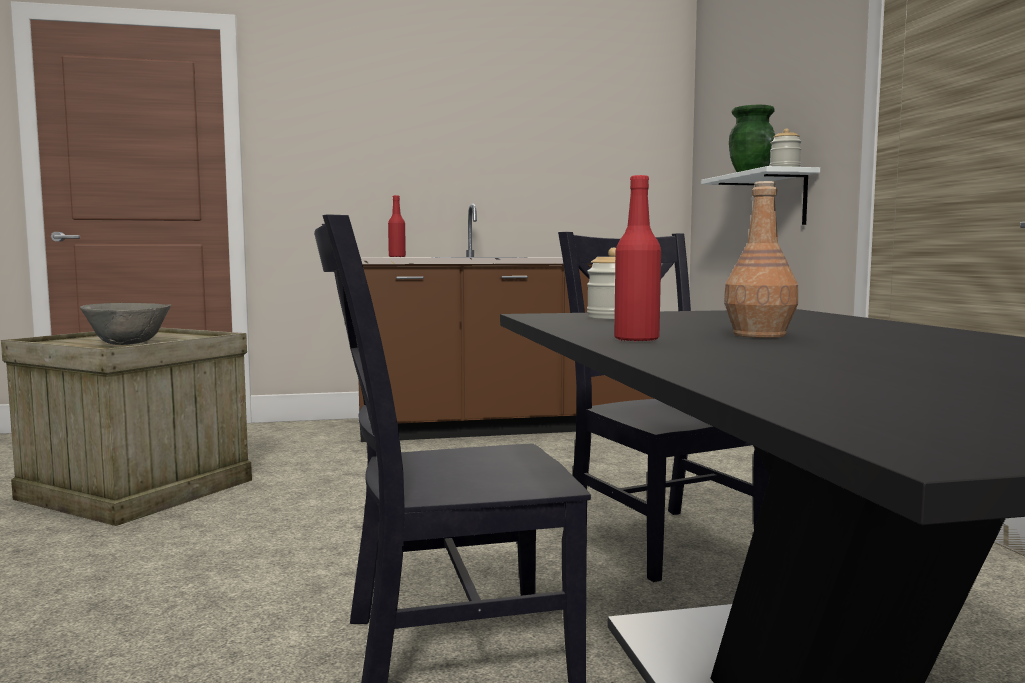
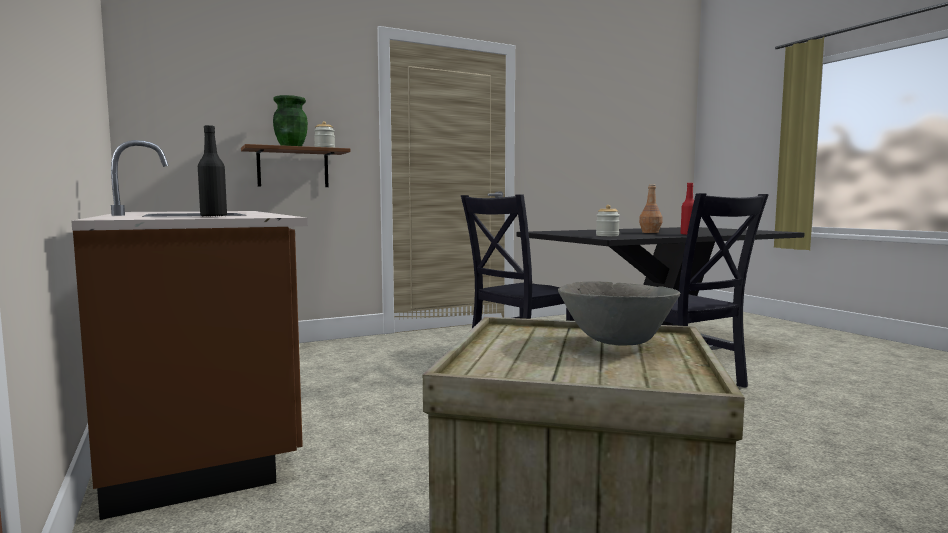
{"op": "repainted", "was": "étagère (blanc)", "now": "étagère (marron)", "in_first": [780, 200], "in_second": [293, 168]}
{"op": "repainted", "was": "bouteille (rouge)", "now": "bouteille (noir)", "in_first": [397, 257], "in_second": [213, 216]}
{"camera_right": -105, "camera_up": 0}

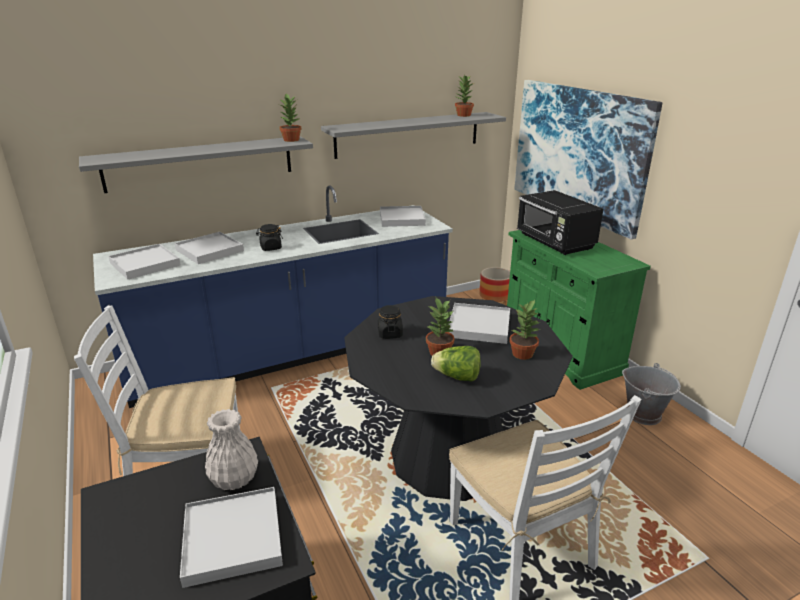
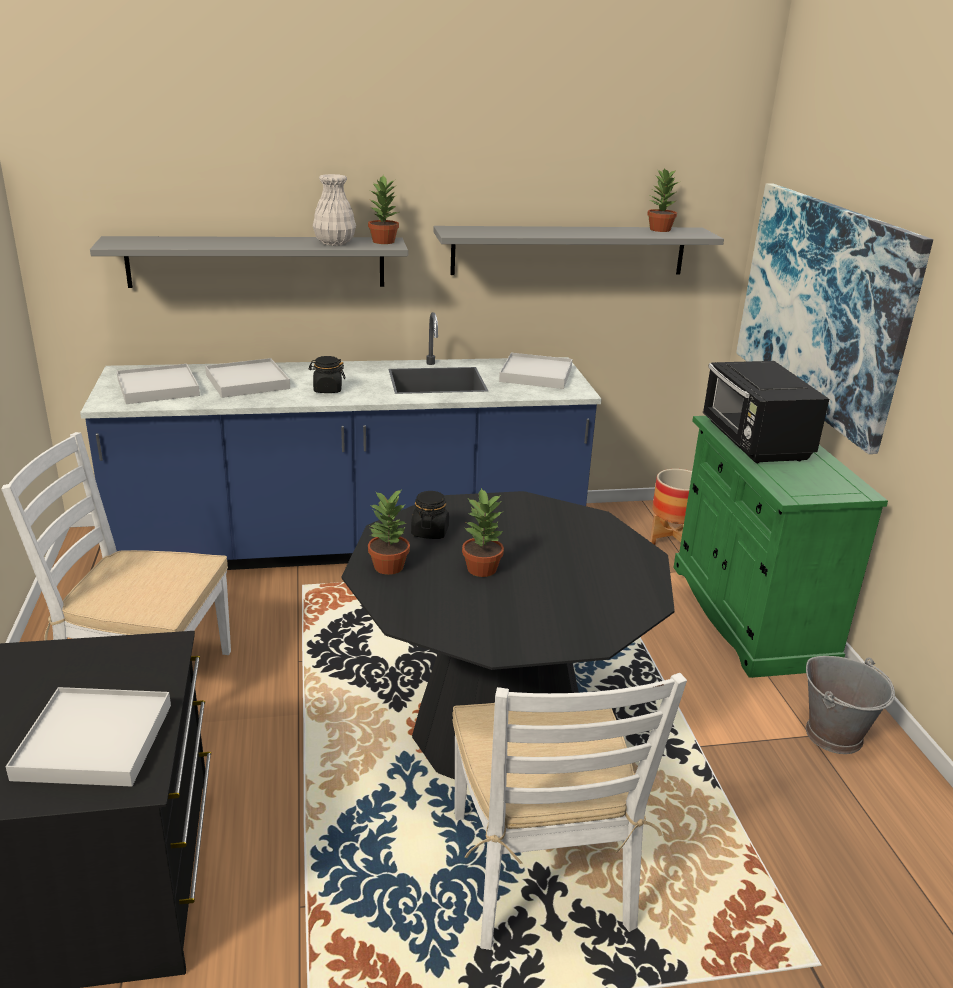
{"op": "shifted", "was": "plante en pot", "in_first": [523, 354], "in_second": [389, 567]}
{"op": "gone", "was": "plateau (blanc)", "in_first": [479, 326]}
{"op": "gone", "was": "laitue", "in_first": [457, 377]}
{"op": "shifted", "was": "vase (blanc)", "in_first": [234, 478], "in_second": [334, 243]}
{"camera_right": 15, "camera_up": 0}

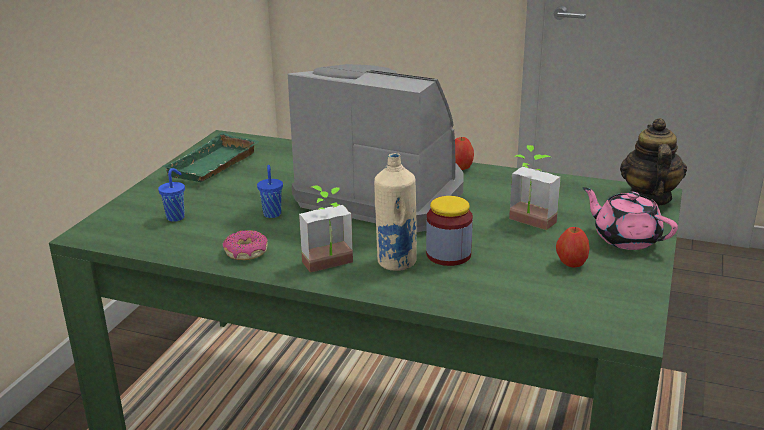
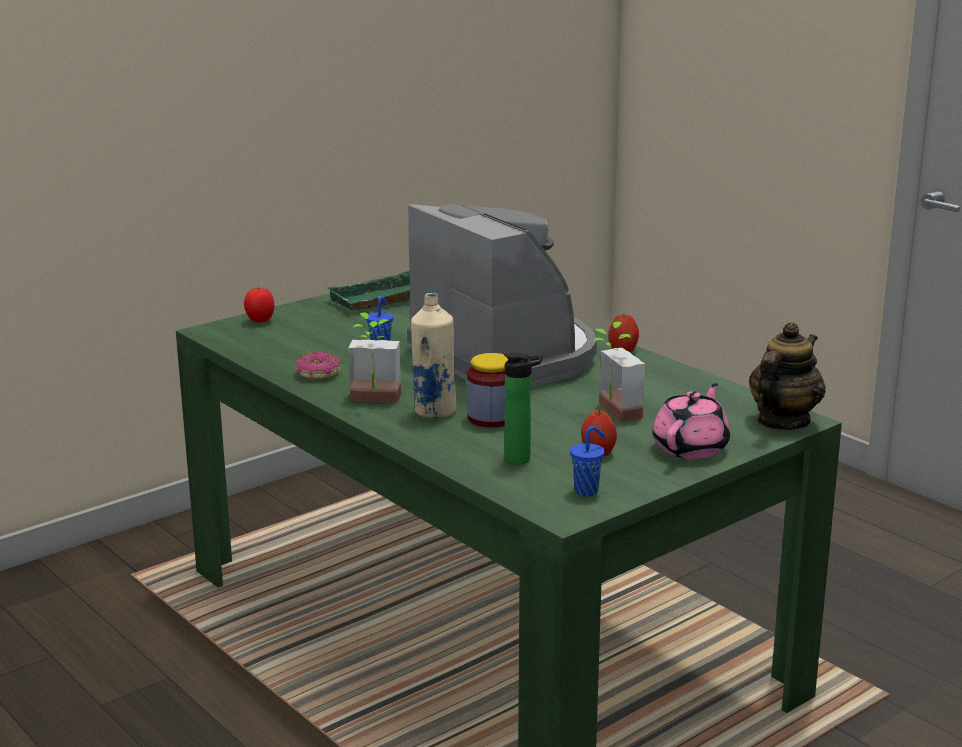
{"op": "shifted", "was": "tasse (bleu)", "in_first": [176, 217], "in_second": [587, 491]}
{"op": "rotated", "was": "théière (rose)", "in_first": [625, 238], "in_second": [691, 448], "clockwise": 45}
{"op": "new", "now": "tomate", "in_second": [260, 321]}
{"op": "new", "now": "bouteille", "in_second": [521, 459]}
{"camera_right": 30, "camera_up": -5}

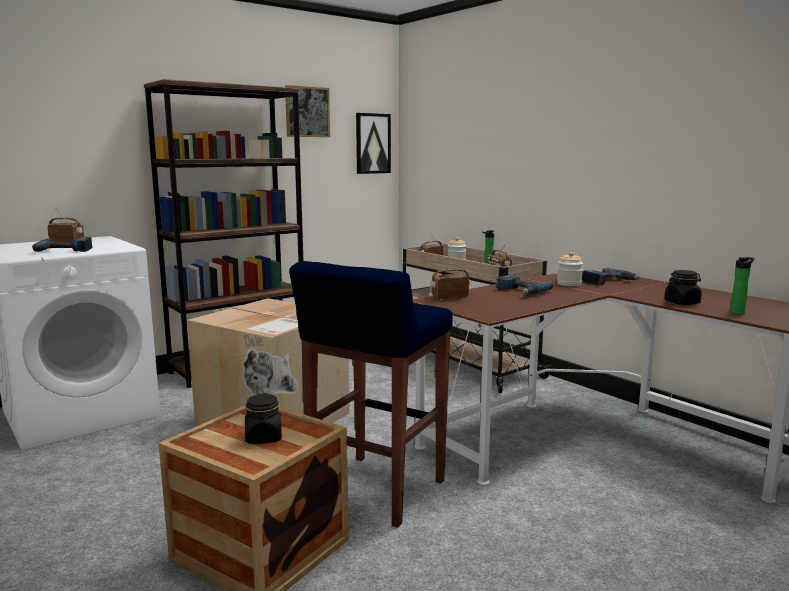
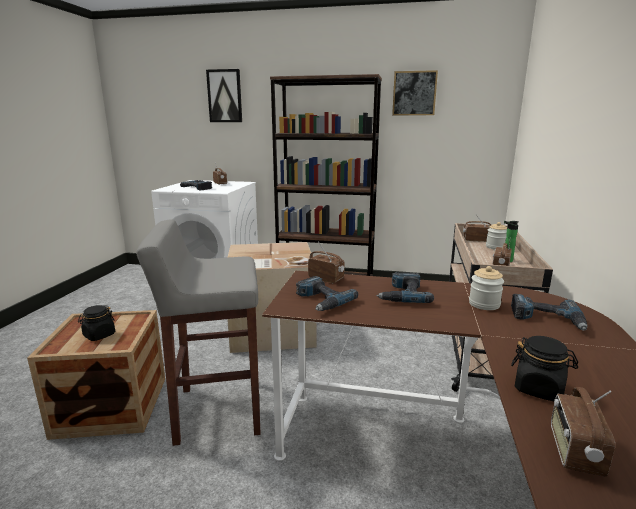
{"op": "shifted", "was": "tableau", "in_first": [372, 143], "in_second": [225, 96]}
{"op": "swapped", "was": "bouteille", "now": "radio", "in_first": [738, 313], "in_second": [574, 451]}
{"op": "repainted", "was": "tabouret (bleu)", "now": "tabouret (gris)", "in_first": [375, 490], "in_second": [217, 411]}
{"op": "new", "now": "perceuse", "in_second": [321, 300]}
{"camera_right": 50, "camera_up": 5}

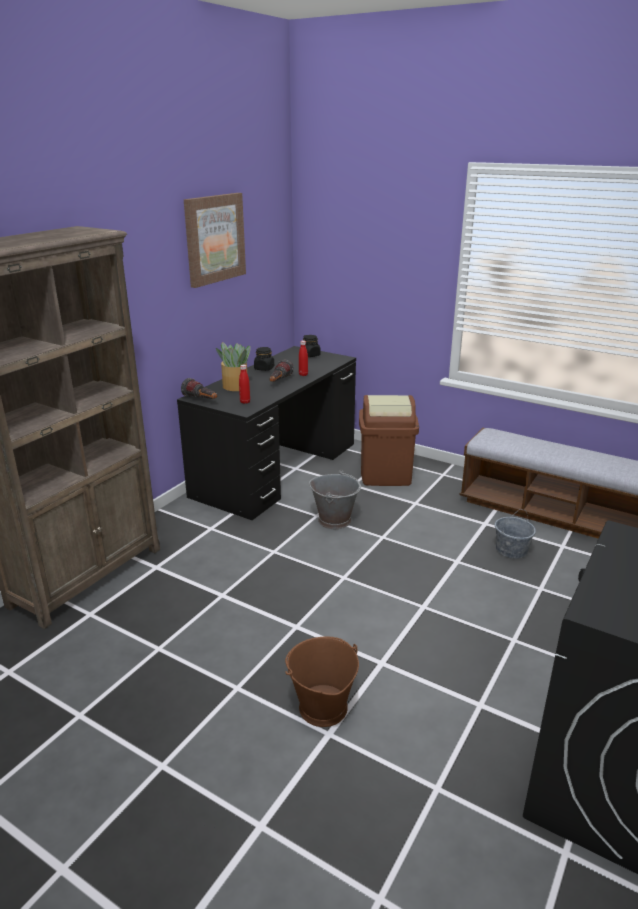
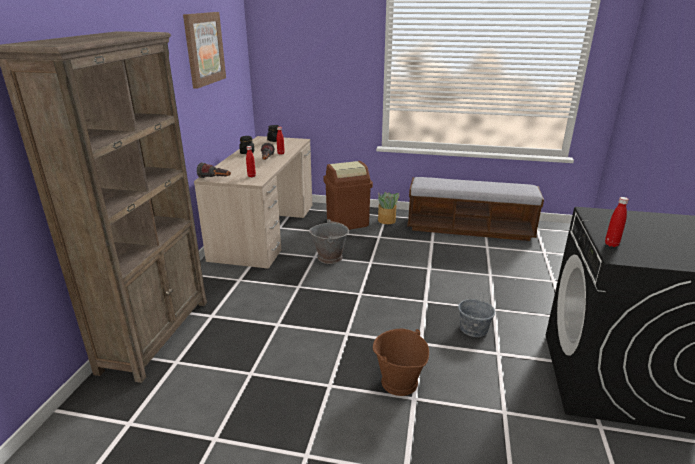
{"op": "shifted", "was": "plante en pot", "in_first": [235, 387], "in_second": [387, 221]}
{"op": "repainted", "was": "bureau (noir)", "now": "bureau (beige)", "in_first": [277, 469], "in_second": [266, 230]}
{"op": "shifted", "was": "seau (gris)", "in_first": [511, 550], "in_second": [473, 329]}
{"op": "new", "now": "bouteille (rouge)", "in_second": [611, 244]}
{"camera_right": -20, "camera_up": 0}

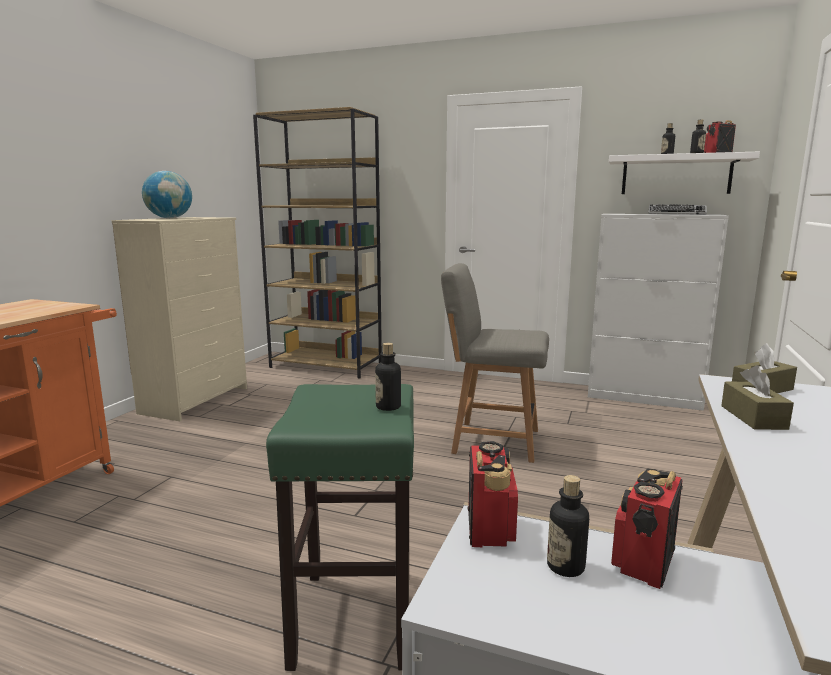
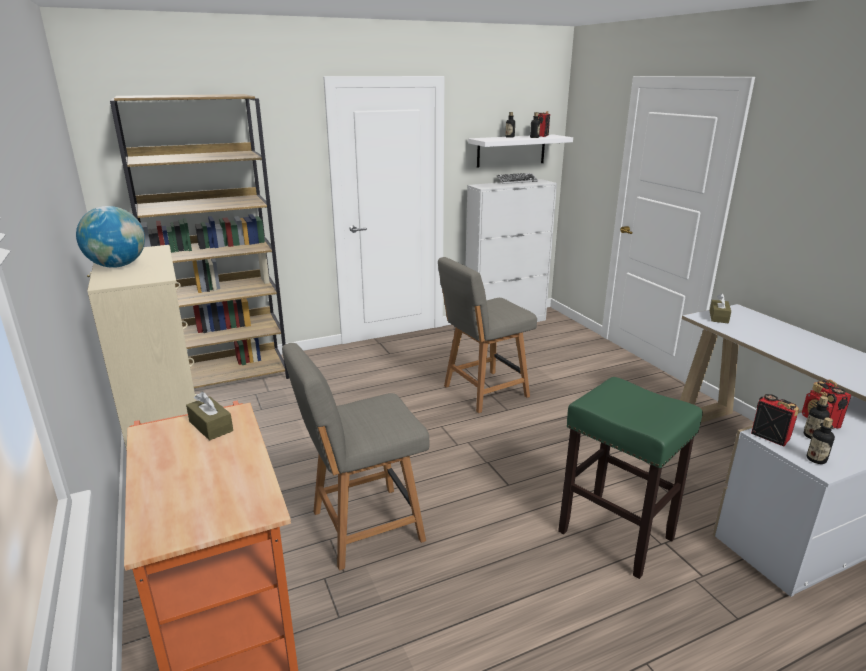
{"op": "shifted", "was": "bouteille", "in_first": [388, 407], "in_second": [816, 459]}
{"op": "shifted", "was": "boîte à mouchoirs (marron)", "in_first": [753, 417], "in_second": [211, 426]}
{"op": "new", "now": "chaise (gris)", "in_second": [363, 527]}
{"camera_right": -45, "camera_up": 10}

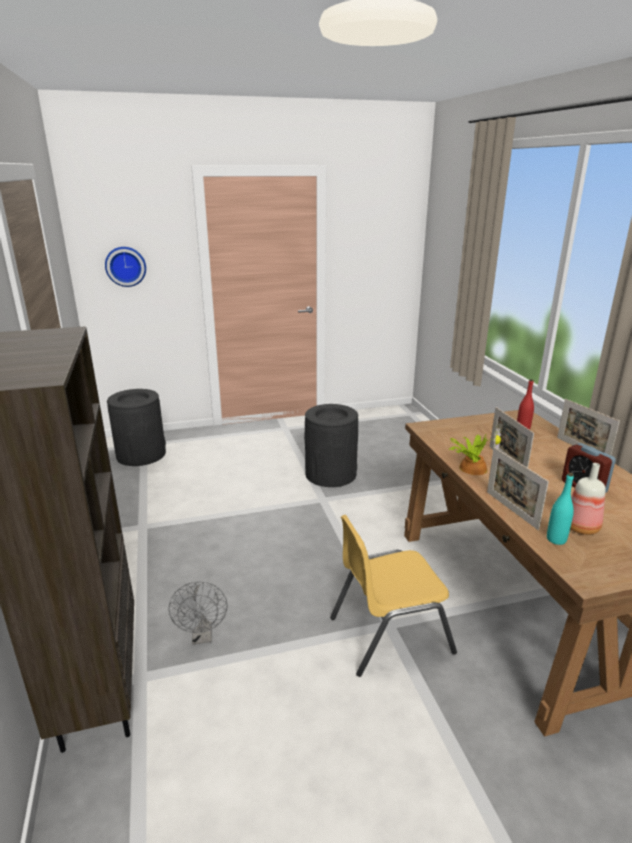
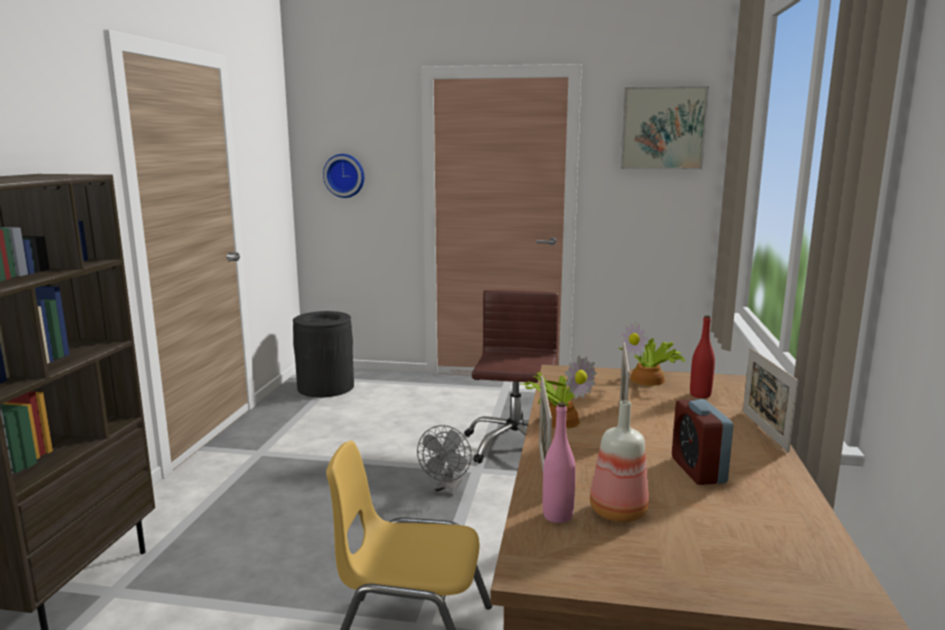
{"op": "swapped", "was": "poubelle (noir)", "now": "chaise de bureau (marron)", "in_first": [331, 474], "in_second": [514, 445]}
{"op": "repainted", "was": "bouteille (turquoise)", "now": "bouteille (rose)", "in_first": [556, 539], "in_second": [557, 516]}
{"op": "shifted", "was": "ventilateur (gris)", "in_first": [202, 636], "in_second": [447, 490]}
{"op": "new", "now": "tableau", "in_second": [663, 128]}
{"op": "new", "now": "plante en pot", "in_second": [650, 379]}
{"camera_right": 25, "camera_up": -10}

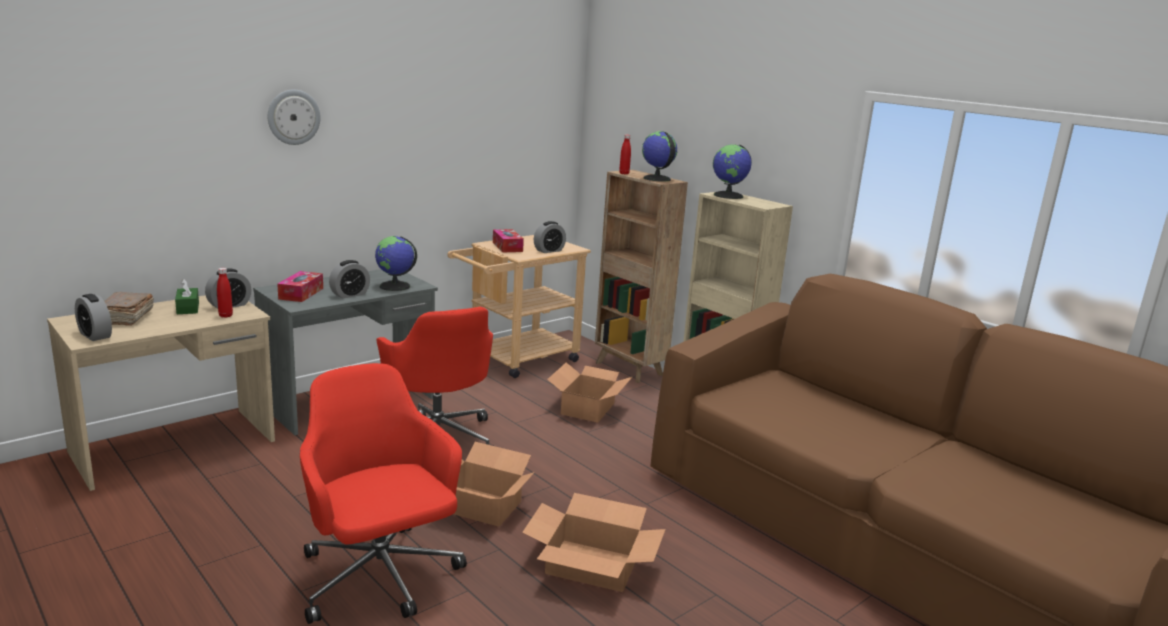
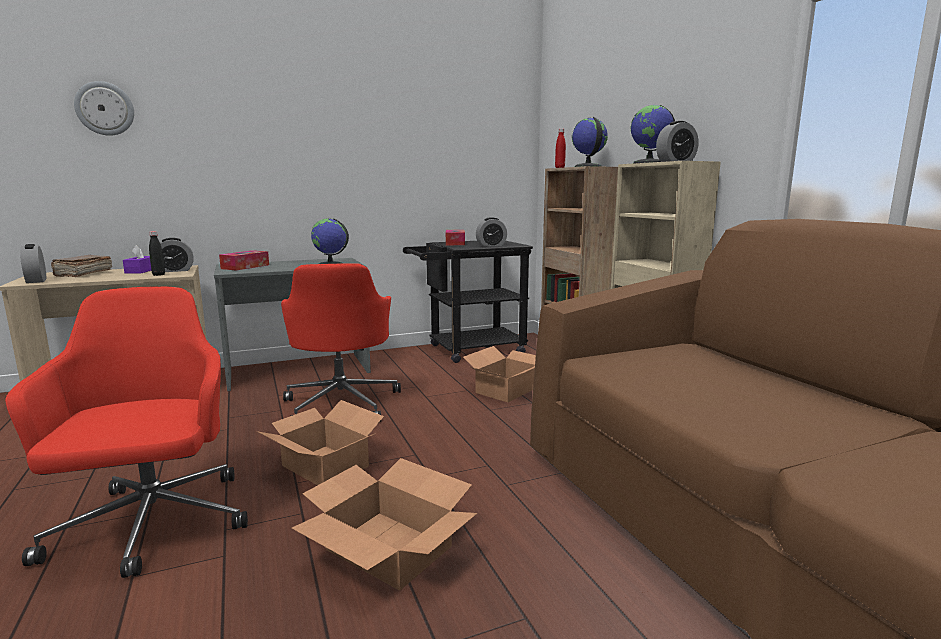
{"op": "shifted", "was": "horloge murale", "in_first": [293, 117], "in_second": [105, 108]}
{"op": "repainted", "was": "chariot (beige)", "now": "chariot (noir)", "in_first": [516, 360], "in_second": [468, 350]}
{"op": "shifted", "was": "réveil", "in_first": [350, 294], "in_second": [675, 161]}
{"op": "repainted", "was": "bouteille (rouge)", "now": "bouteille (noir)", "in_first": [225, 315], "in_second": [158, 275]}
{"op": "repainted", "was": "boîte à mouchoirs (vert)", "now": "boîte à mouchoirs (violet)", "in_first": [188, 308], "in_second": [141, 271]}
{"camera_right": 20, "camera_up": -5}

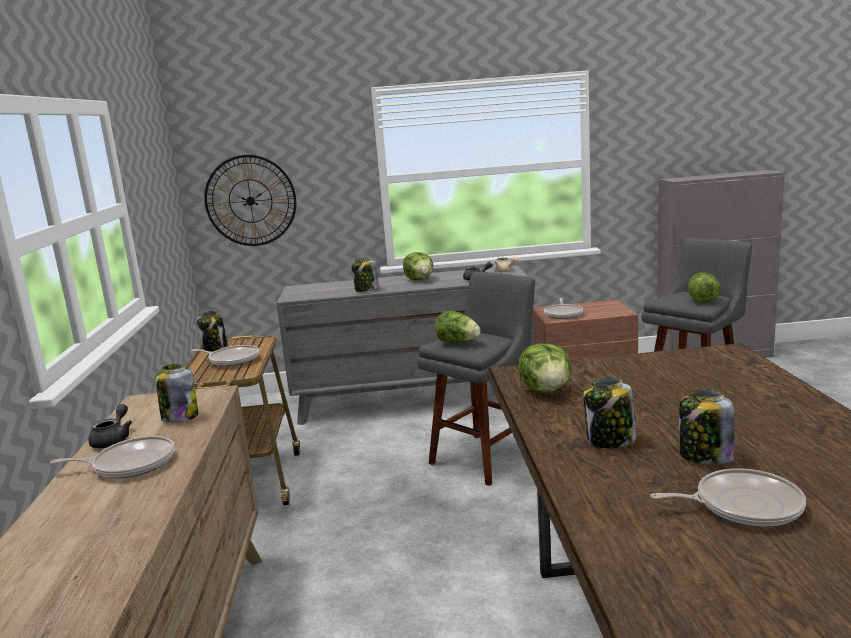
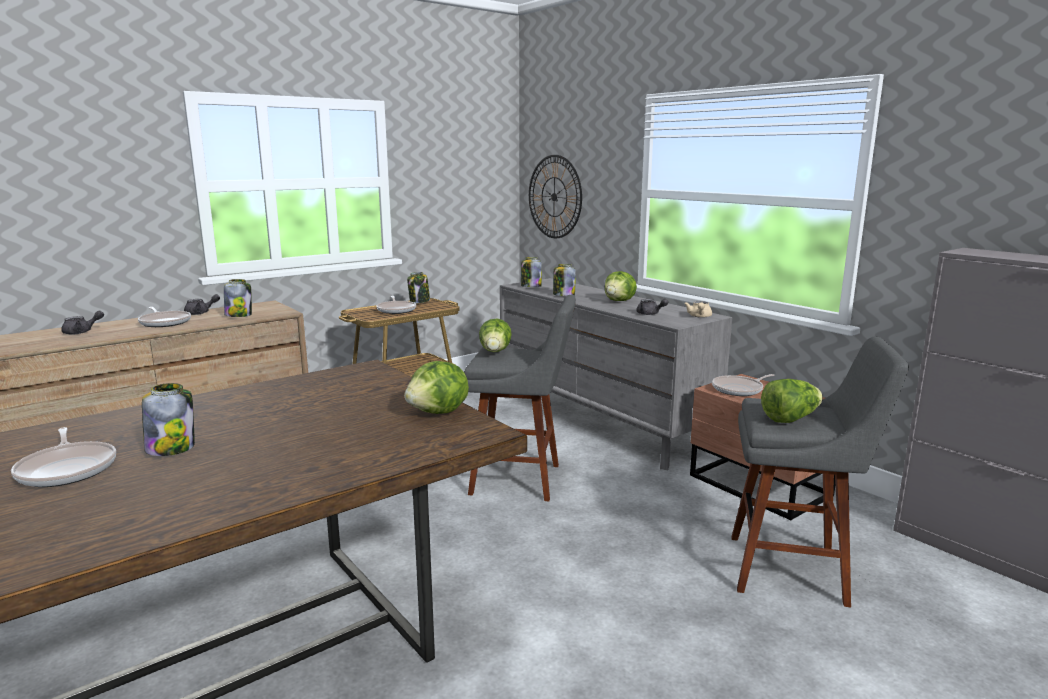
{"op": "shifted", "was": "laitue", "in_first": [546, 390], "in_second": [439, 412]}
{"op": "shifted", "was": "bocal", "in_first": [610, 441], "in_second": [530, 286]}
{"op": "new", "now": "théière (gris)", "in_second": [82, 332]}
{"camera_right": 55, "camera_up": 0}

